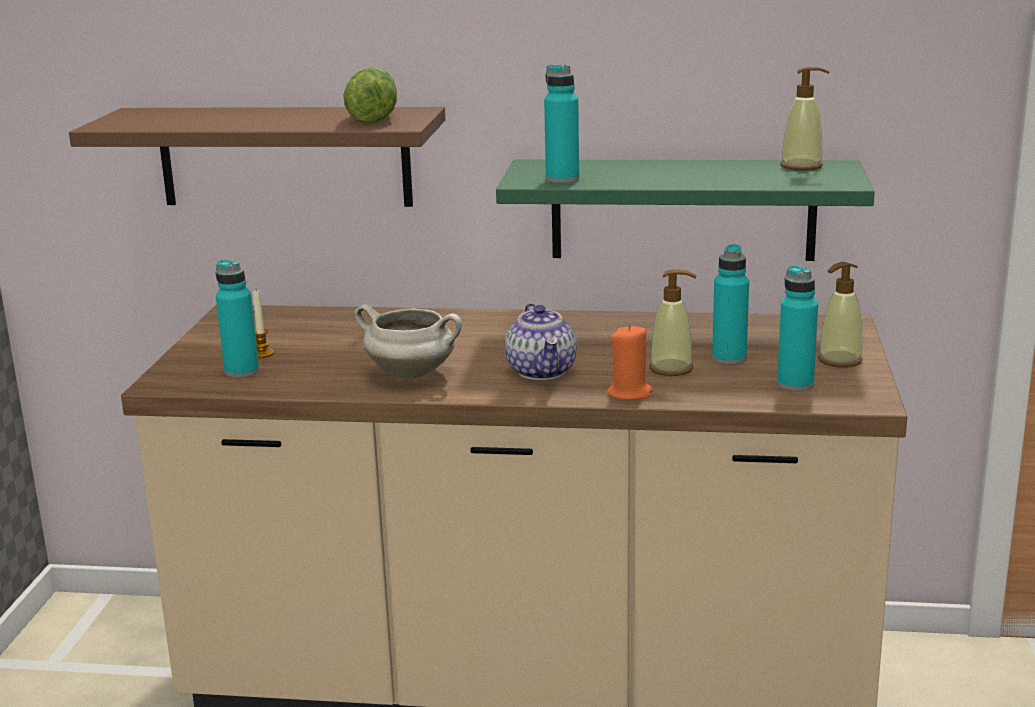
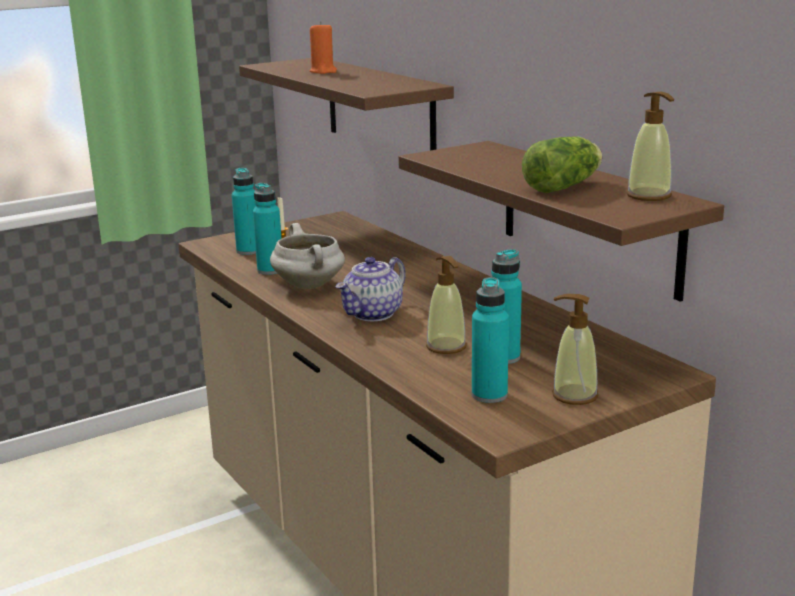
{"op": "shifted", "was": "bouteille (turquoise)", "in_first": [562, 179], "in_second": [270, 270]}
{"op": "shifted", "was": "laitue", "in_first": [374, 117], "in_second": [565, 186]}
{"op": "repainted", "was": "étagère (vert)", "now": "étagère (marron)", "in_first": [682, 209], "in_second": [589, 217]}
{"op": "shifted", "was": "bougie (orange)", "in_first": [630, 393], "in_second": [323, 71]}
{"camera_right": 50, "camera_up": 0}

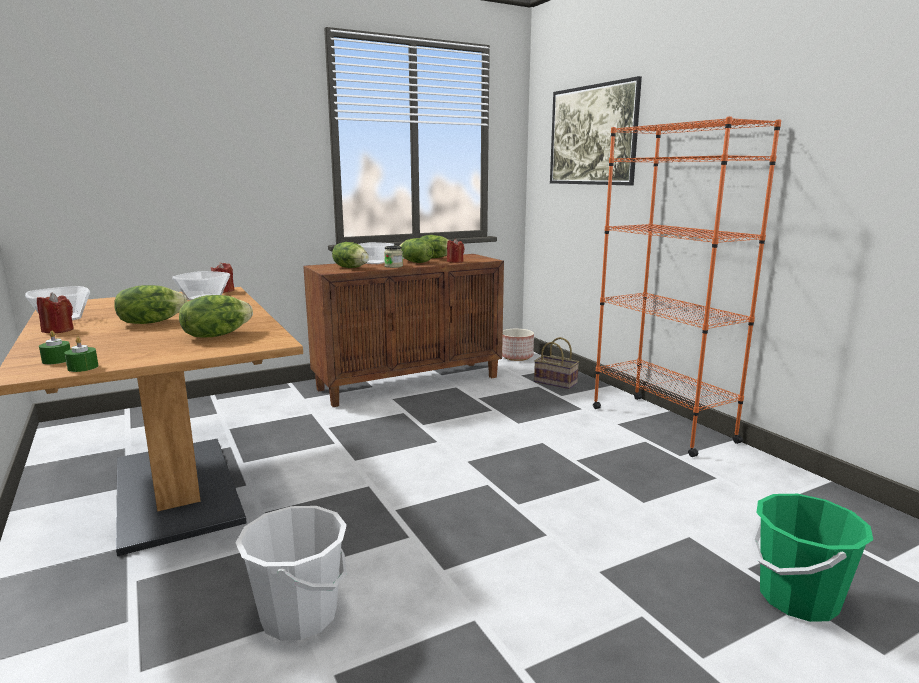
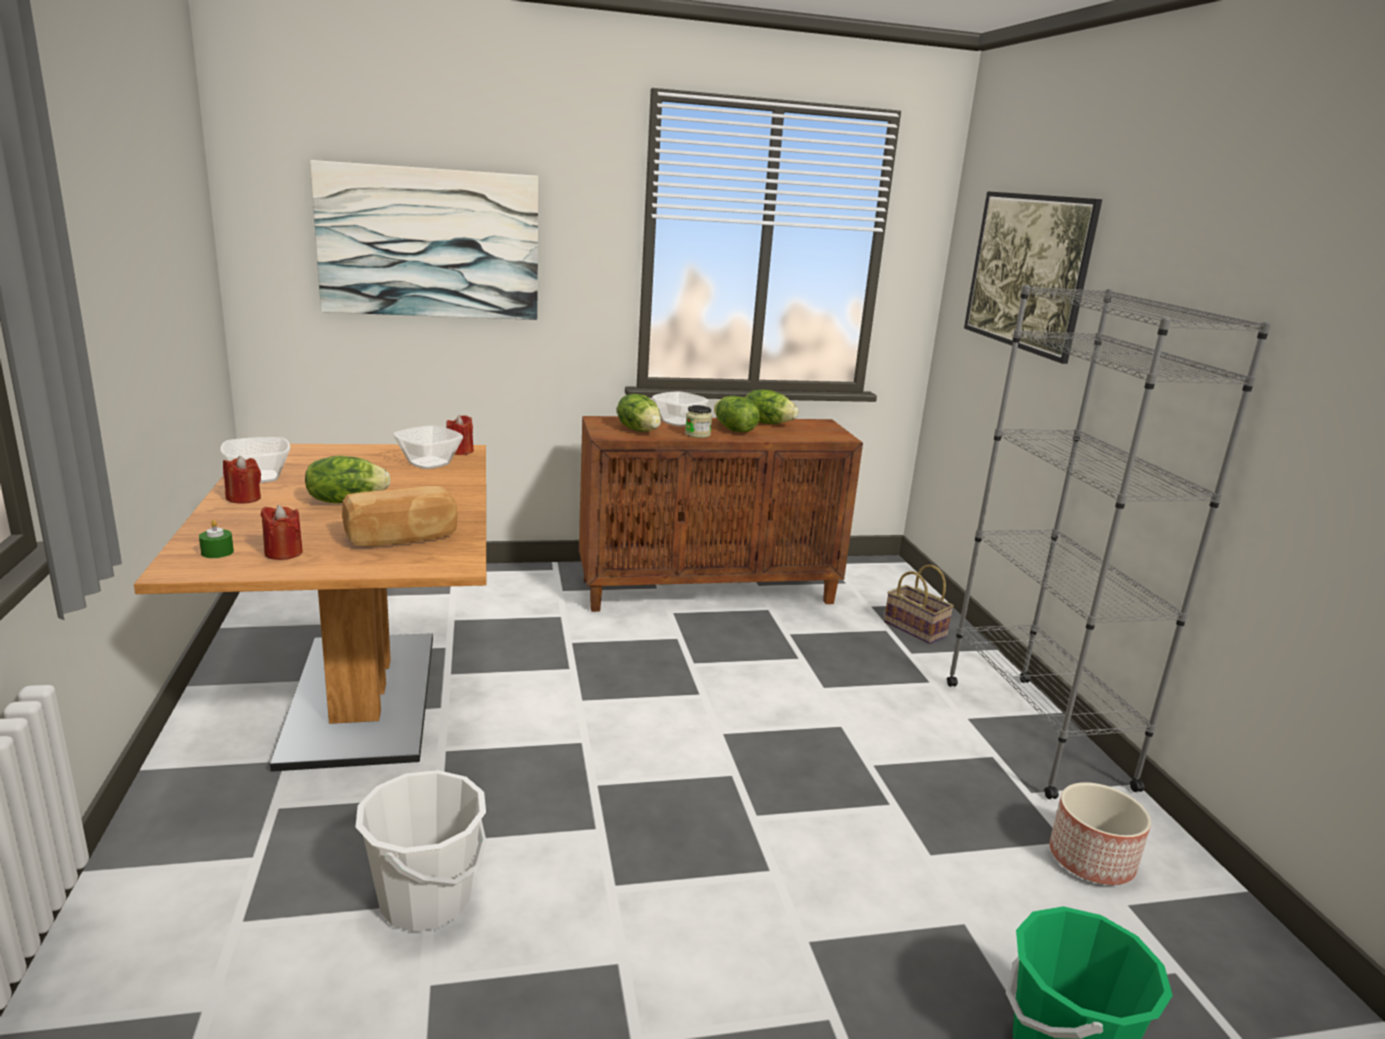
{"op": "repainted", "was": "bibliothèque (orange)", "now": "bibliothèque (gris)", "in_first": [661, 424], "in_second": [1035, 732]}
{"op": "shifted", "was": "bougie (rouge)", "in_first": [455, 261], "in_second": [283, 553]}
{"op": "swapped", "was": "laitue", "now": "pain", "in_first": [216, 335], "in_second": [402, 538]}
{"op": "shifted", "was": "cache-pot", "in_first": [517, 357], "in_second": [1091, 861]}
{"op": "gone", "was": "bougie (vert)", "in_first": [83, 367]}
{"op": "new", "now": "tableau", "in_second": [429, 243]}
{"camera_right": 15, "camera_up": 5}

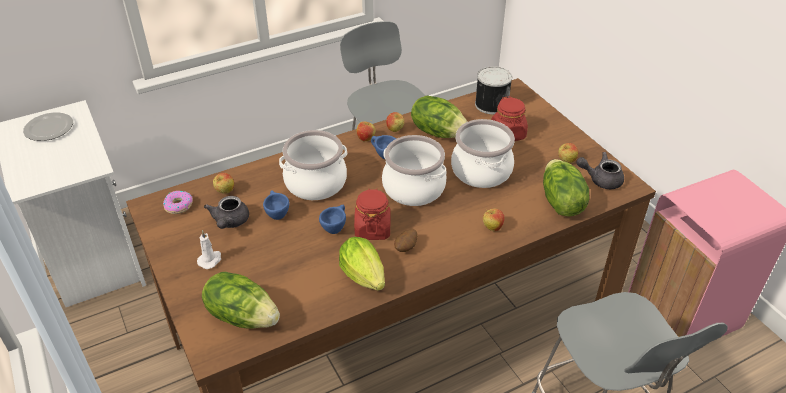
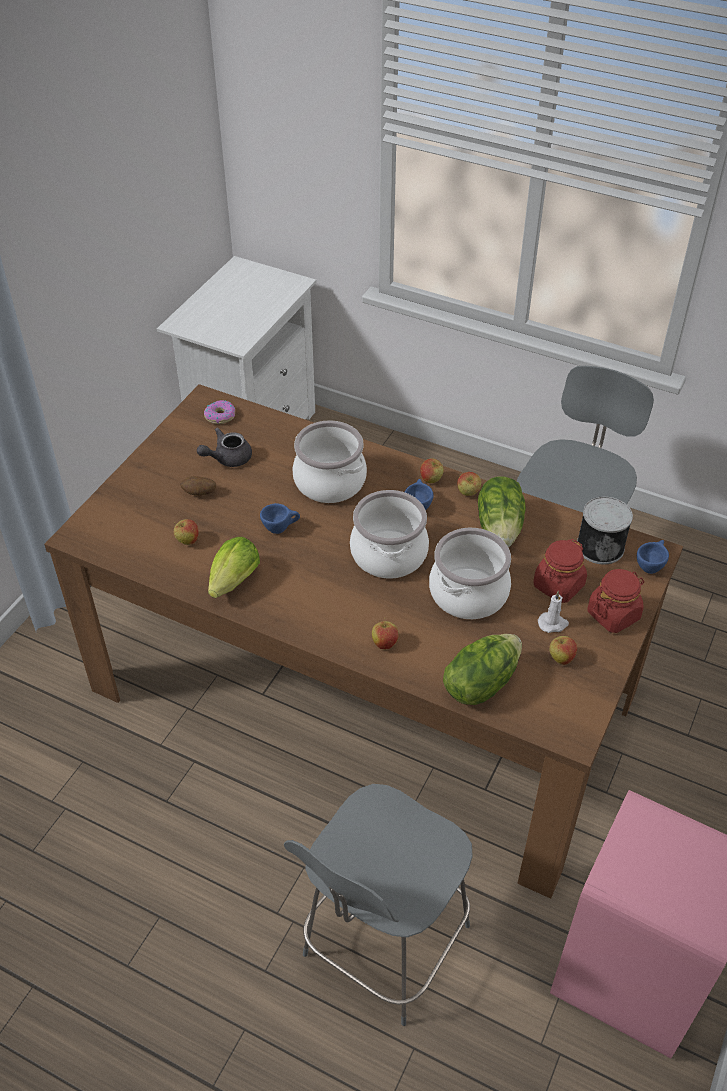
{"op": "gone", "was": "assiette", "in_first": [50, 129]}
{"op": "gone", "was": "théière (gris)", "in_first": [600, 179]}
{"op": "shifted", "was": "pomme", "in_first": [225, 191], "in_second": [187, 541]}
{"op": "shifted", "was": "bocal (rouge)", "in_first": [372, 229], "in_second": [613, 615]}
{"op": "shifted", "was": "tasse (bleu)", "in_first": [276, 214], "in_second": [650, 566]}
{"op": "shifted", "was": "pomme de terre", "in_first": [406, 248], "in_second": [199, 493]}
{"op": "shifted", "was": "bougie (blanc)", "in_first": [210, 260], "in_second": [553, 623]}
{"op": "gone", "was": "laitue", "in_first": [243, 316]}
{"camera_right": 55, "camera_up": 5}

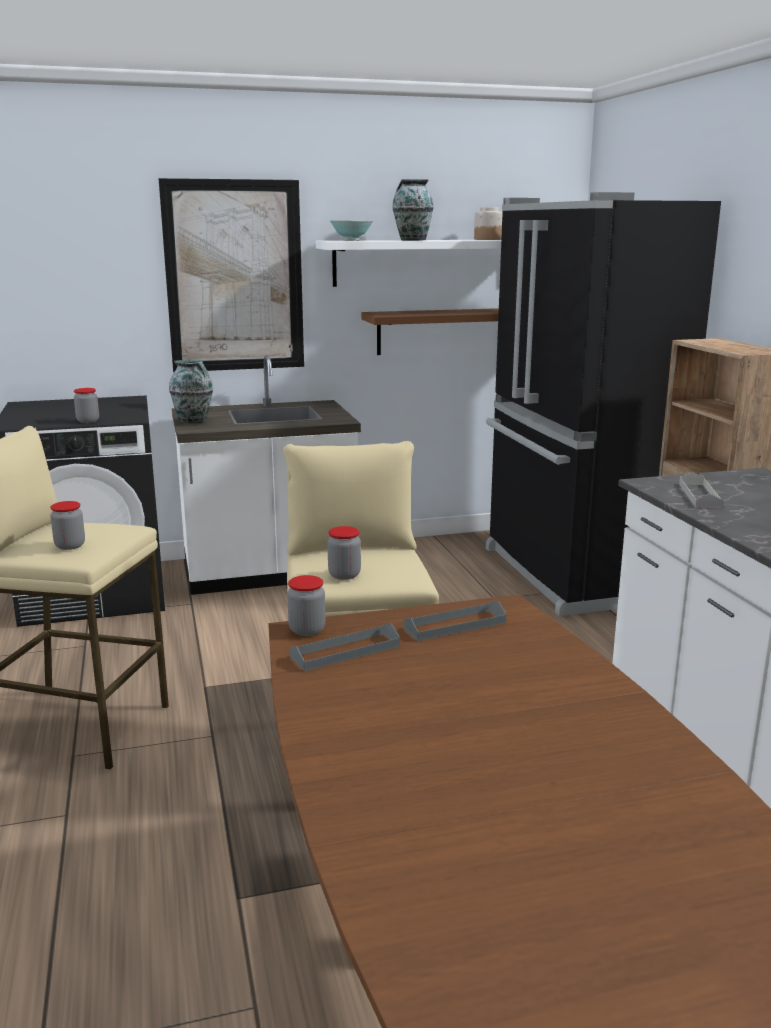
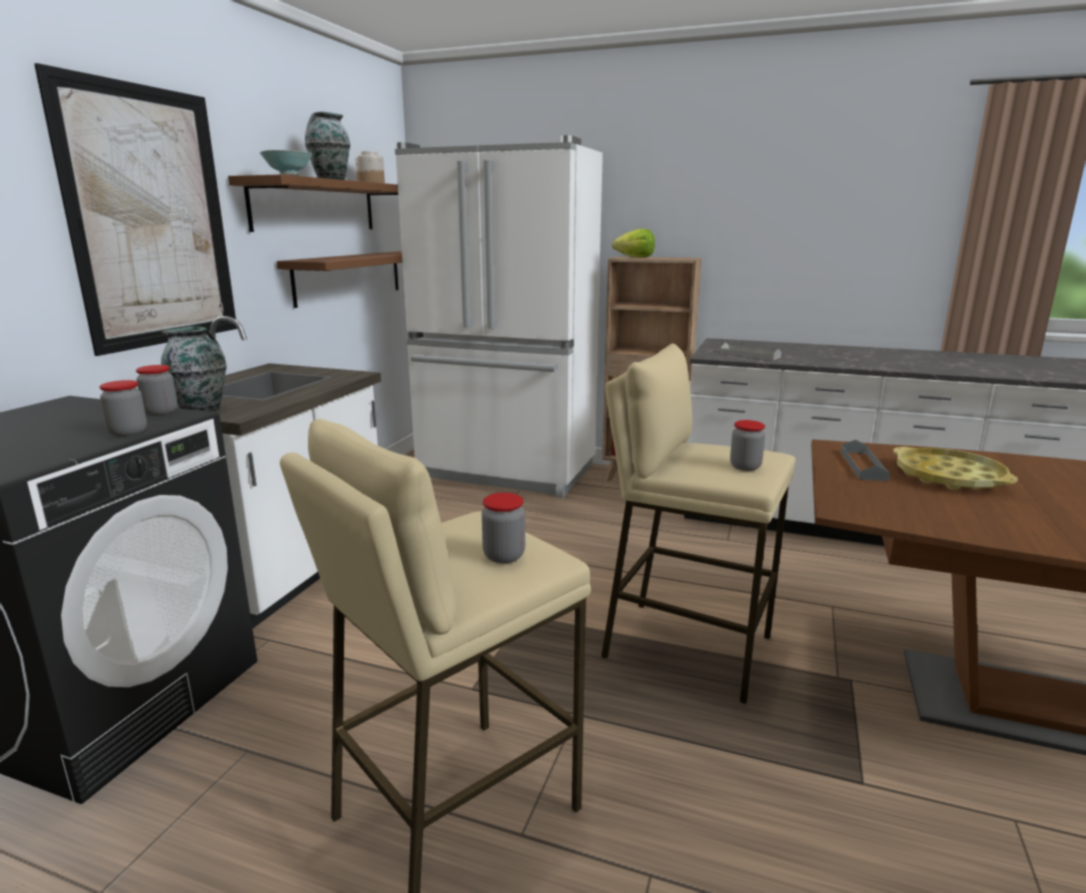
{"op": "repainted", "was": "réfrigérateur (noir)", "now": "réfrigérateur (blanc)", "in_first": [570, 575], "in_second": [506, 473]}
{"op": "repainted", "was": "étagère (blanc)", "now": "étagère (marron)", "in_first": [421, 262], "in_second": [315, 206]}
{"op": "shifted", "was": "bocal", "in_first": [307, 630], "in_second": [161, 412]}
{"op": "gone", "was": "plateau (gris)", "in_first": [345, 651]}
{"op": "new", "now": "laitue", "in_second": [635, 257]}
{"op": "new", "now": "plateau (jaune)", "in_second": [949, 477]}
{"camera_right": -55, "camera_up": 0}

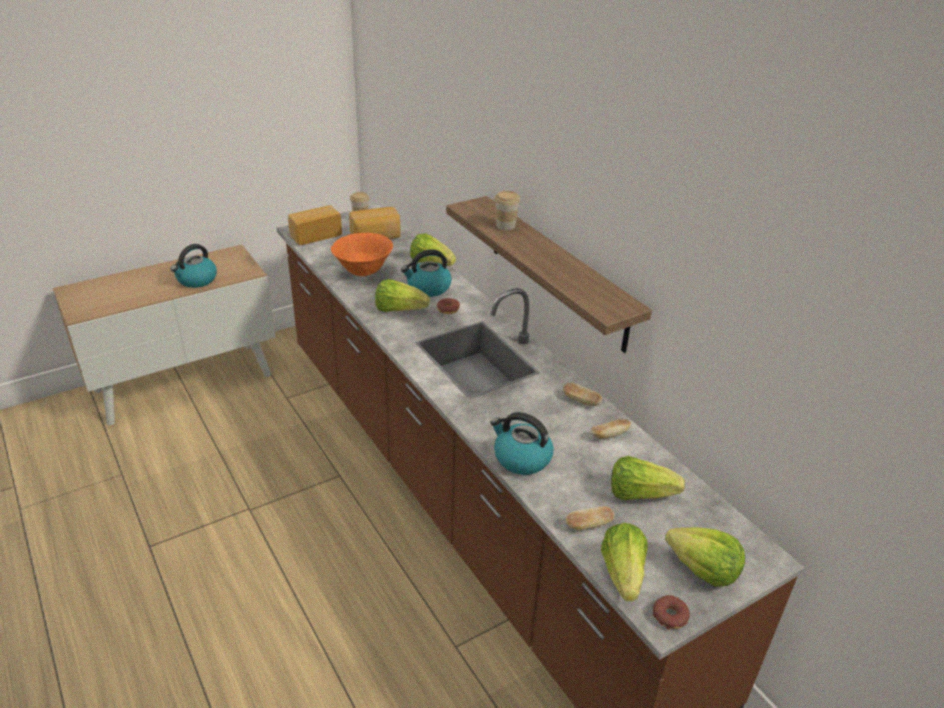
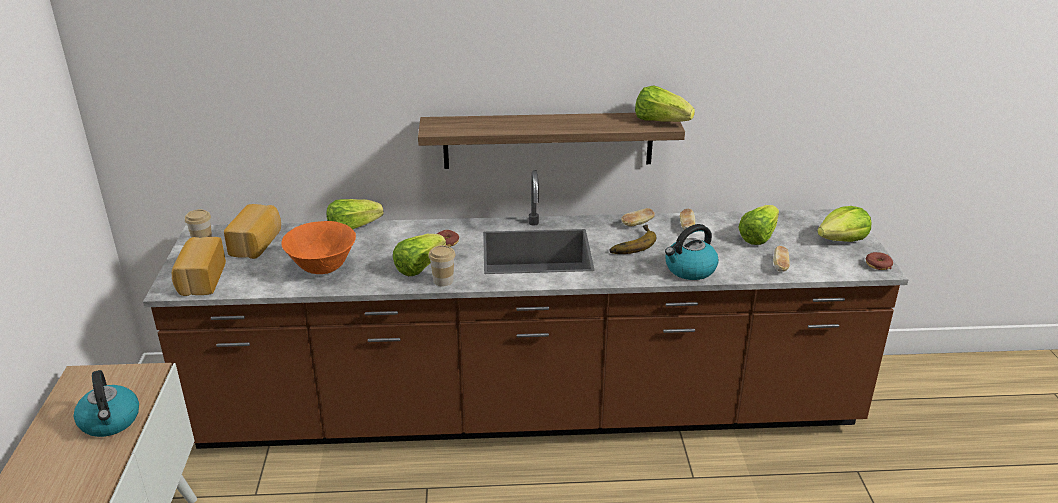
{"op": "shifted", "was": "tasse", "in_first": [505, 226], "in_second": [443, 281]}
{"op": "gone", "was": "bouilloire", "in_first": [428, 288]}
{"op": "shifted", "was": "laitue", "in_first": [623, 573], "in_second": [660, 121]}
{"op": "new", "now": "banane", "in_second": [630, 243]}
{"camera_right": -60, "camera_up": -5}

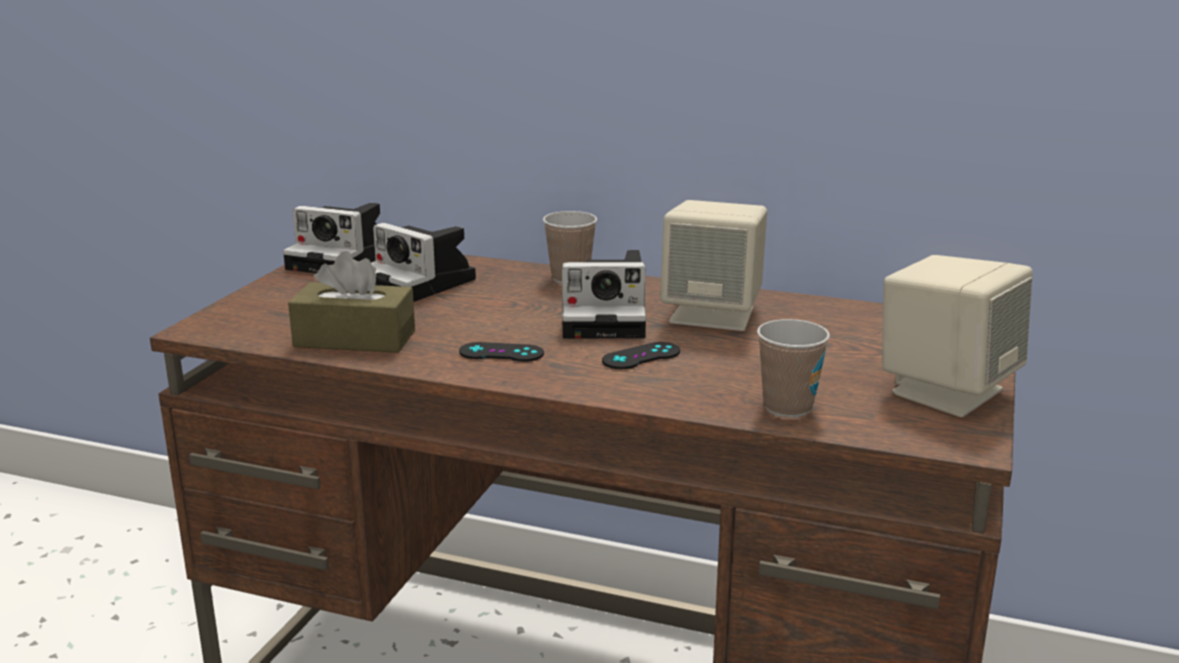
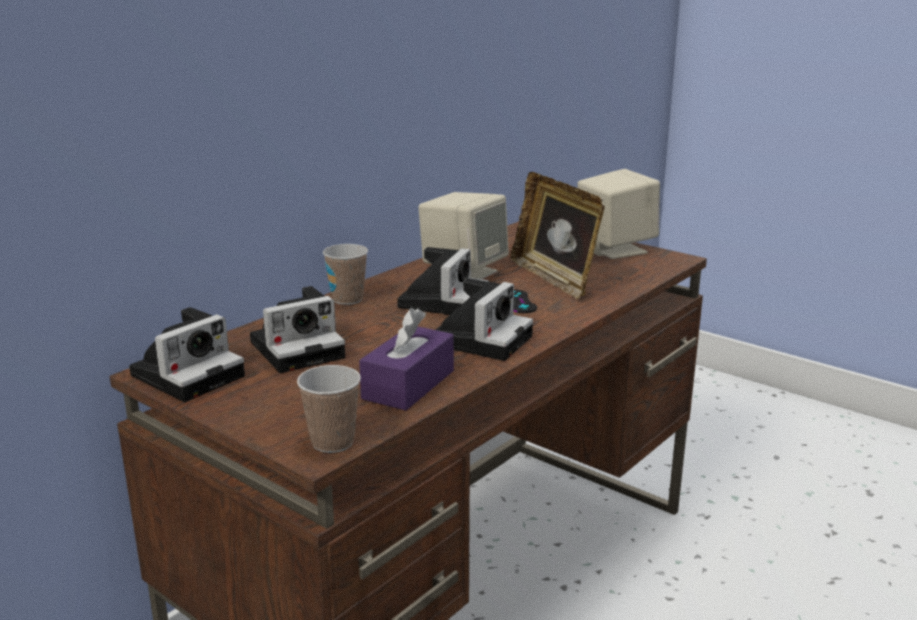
{"op": "repainted", "was": "boîte à mouchoirs (marron)", "now": "boîte à mouchoirs (violet)", "in_first": [355, 339], "in_second": [408, 385]}
{"op": "shifted", "was": "tasse", "in_first": [787, 407], "in_second": [332, 442]}
{"op": "swapped", "was": "manette (noir)", "now": "appareil photo", "in_first": [501, 353], "in_second": [481, 338]}
{"op": "new", "now": "cadre photo", "in_second": [555, 278]}
{"camera_right": -70, "camera_up": 0}

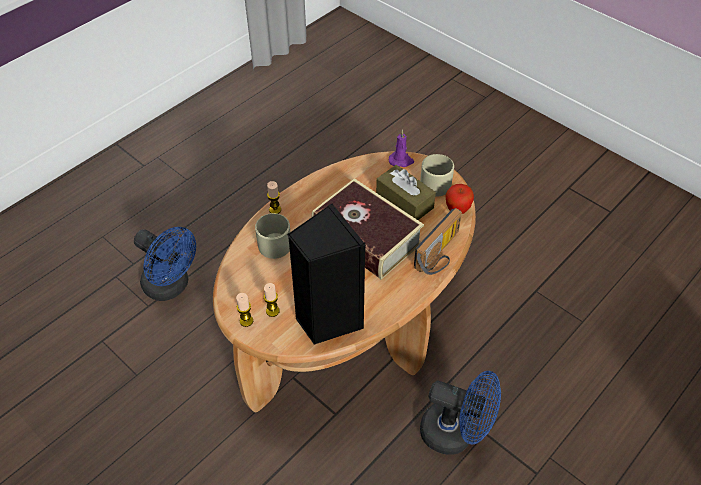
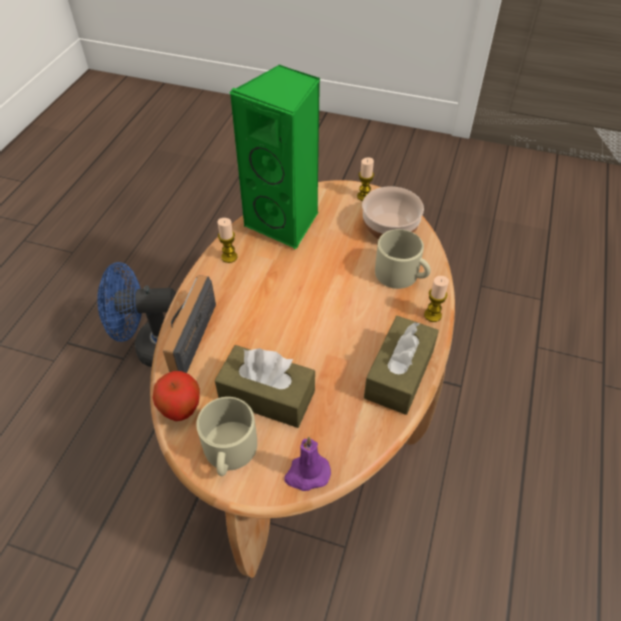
{"op": "gone", "was": "livre", "in_first": [366, 237]}
{"op": "repainted", "was": "enceinte (noir)", "now": "enceinte (vert)", "in_first": [327, 319], "in_second": [286, 222]}
{"op": "gone", "was": "ventilateur (bleu)", "in_first": [171, 286]}
{"op": "shifted", "was": "bougie", "in_first": [272, 311], "in_second": [229, 257]}
{"op": "new", "now": "bol", "in_second": [390, 229]}
{"op": "new", "now": "boîte à mouchoirs (marron)", "in_second": [399, 374]}
{"camera_right": 155, "camera_up": 0}

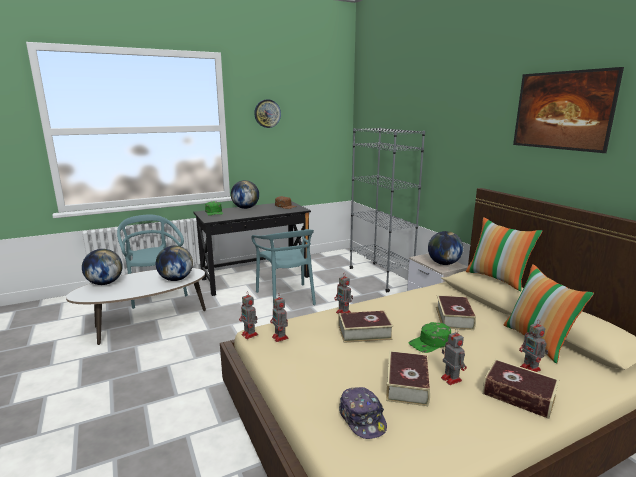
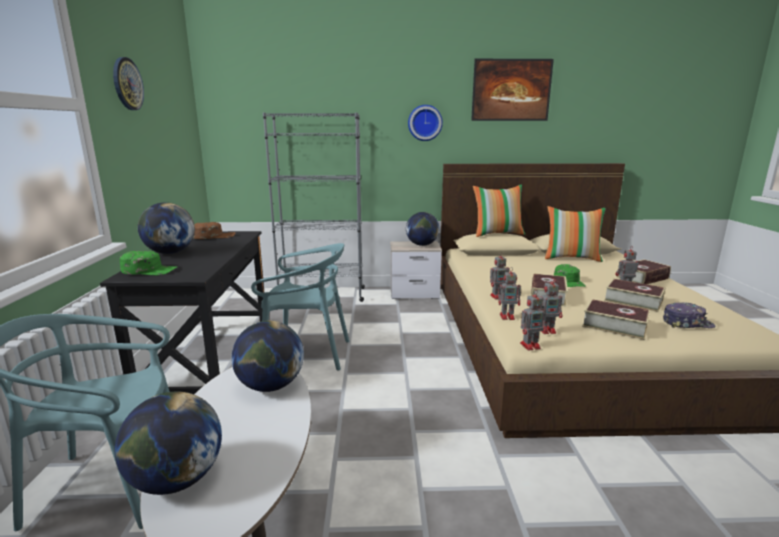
{"op": "shifted", "was": "livre", "in_first": [454, 318], "in_second": [614, 326]}
{"op": "shifted", "was": "robot jouet", "in_first": [531, 369], "in_second": [508, 316]}
{"op": "new", "now": "horloge murale", "in_second": [424, 123]}
{"camera_right": -65, "camera_up": 0}

